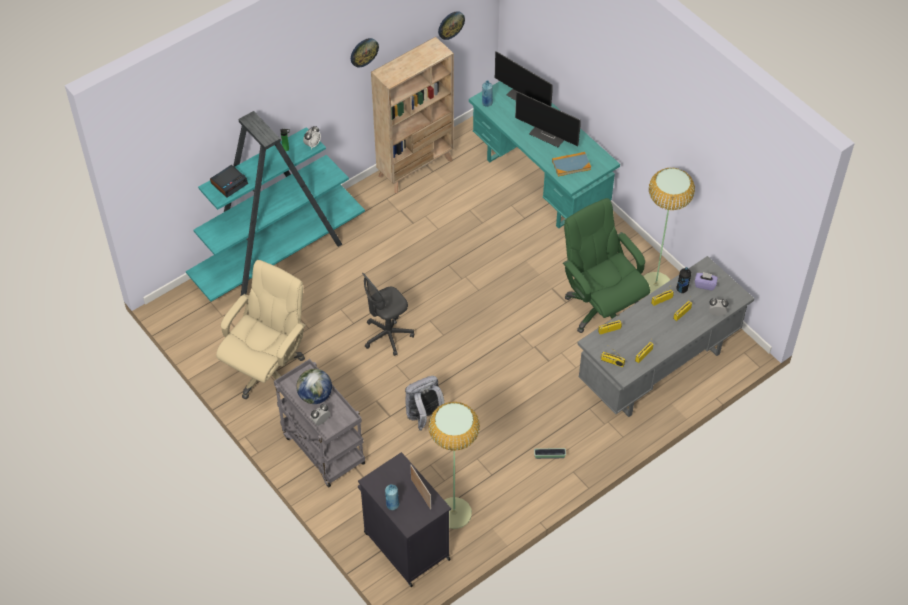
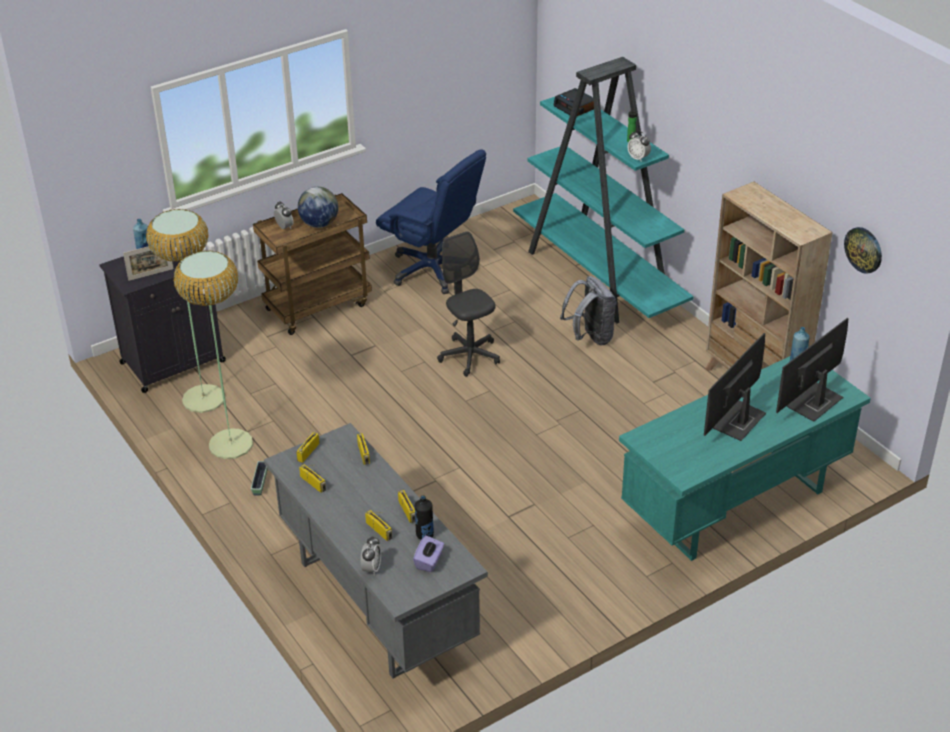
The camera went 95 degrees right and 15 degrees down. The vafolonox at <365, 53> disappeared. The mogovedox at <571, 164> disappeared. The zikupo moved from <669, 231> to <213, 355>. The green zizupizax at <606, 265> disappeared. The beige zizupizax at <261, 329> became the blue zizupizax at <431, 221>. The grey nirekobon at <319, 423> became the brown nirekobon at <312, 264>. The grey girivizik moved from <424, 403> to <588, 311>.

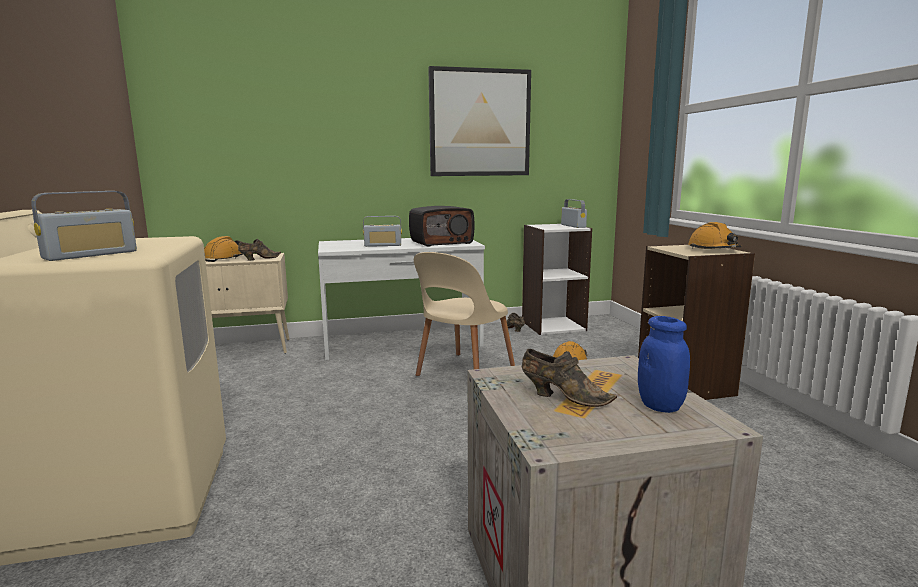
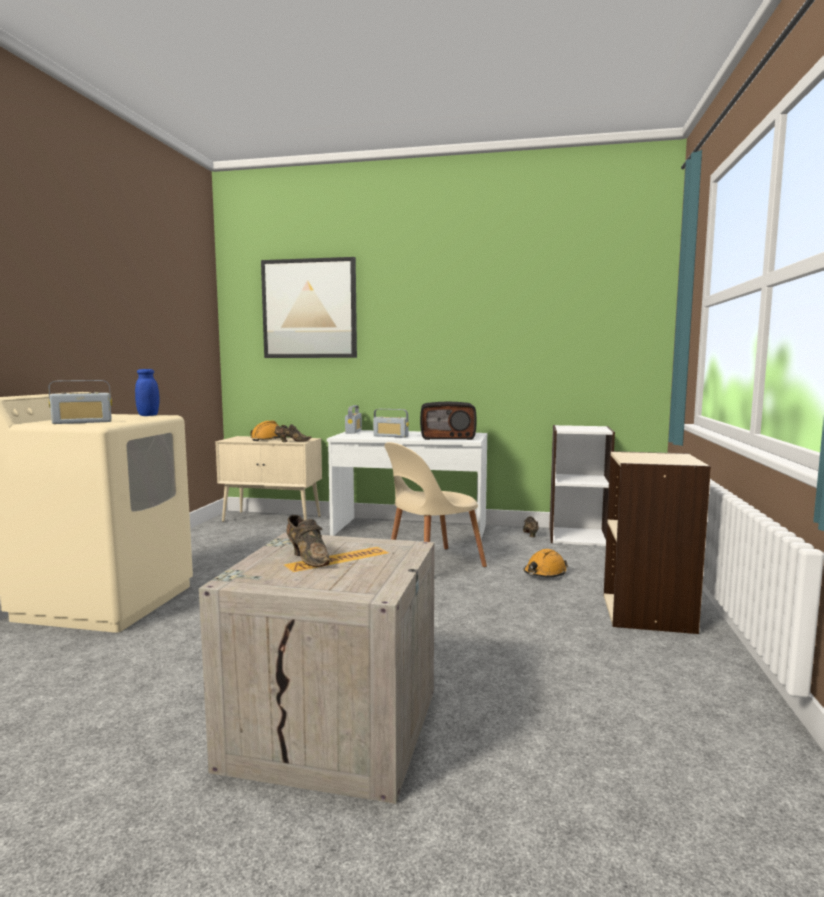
The camera went 25 degrees right and 5 degrees down. The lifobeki moved from <479, 121> to <309, 307>. The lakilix moved from <574, 213> to <353, 419>. The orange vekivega at <714, 235> disappeared. The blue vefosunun moved from <664, 364> to <147, 392>.

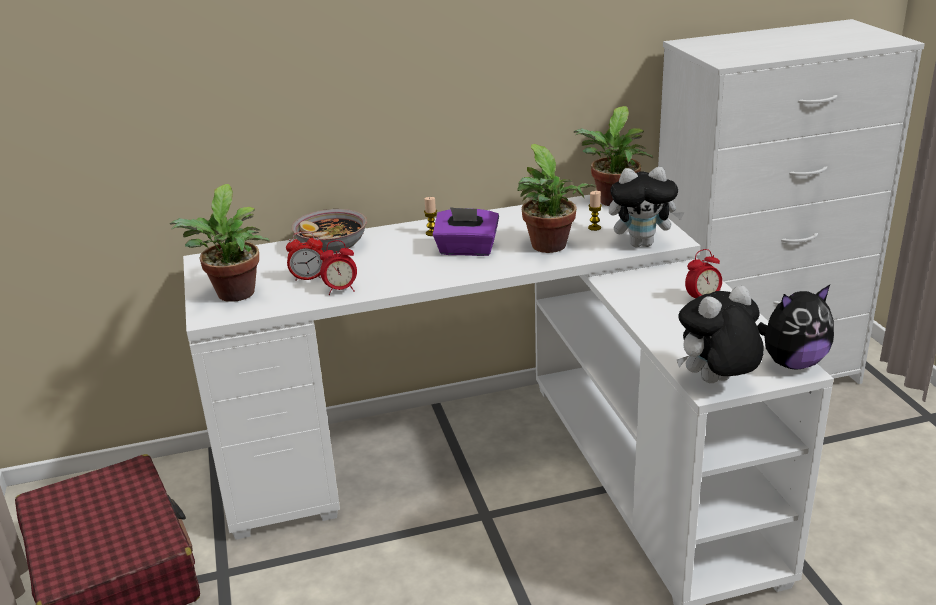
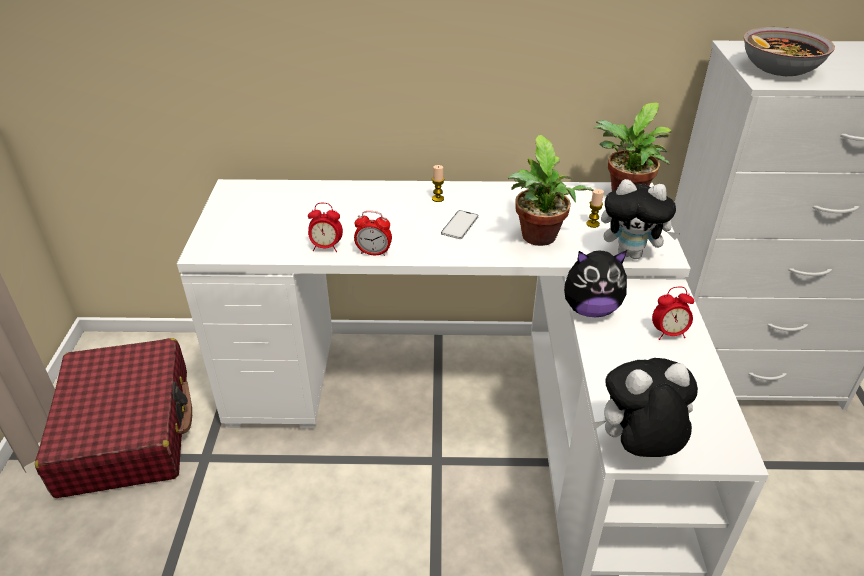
The camera went 15 degrees right and 10 degrees up. The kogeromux at <220, 243> disappeared. The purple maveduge at <465, 231> was replaced by the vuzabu at <460, 224>. The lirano moved from <329, 231> to <789, 51>. The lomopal moved from <305, 256> to <373, 233>. The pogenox moved from <795, 327> to <595, 283>.

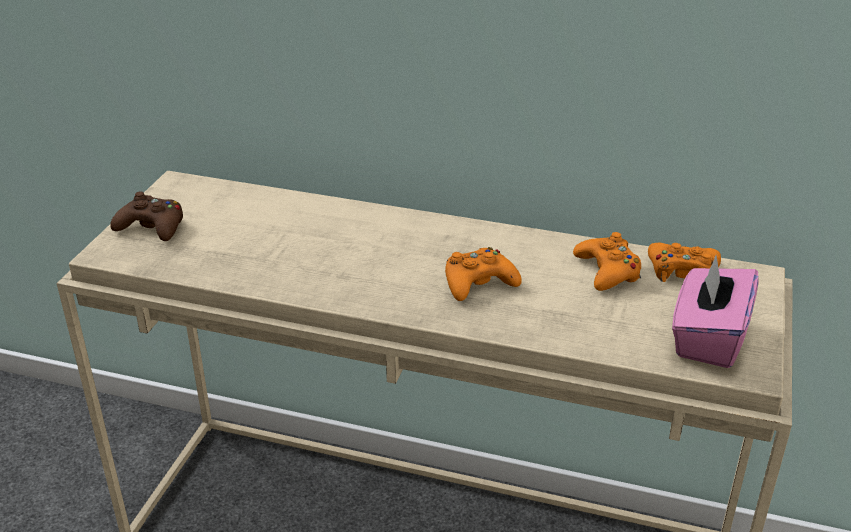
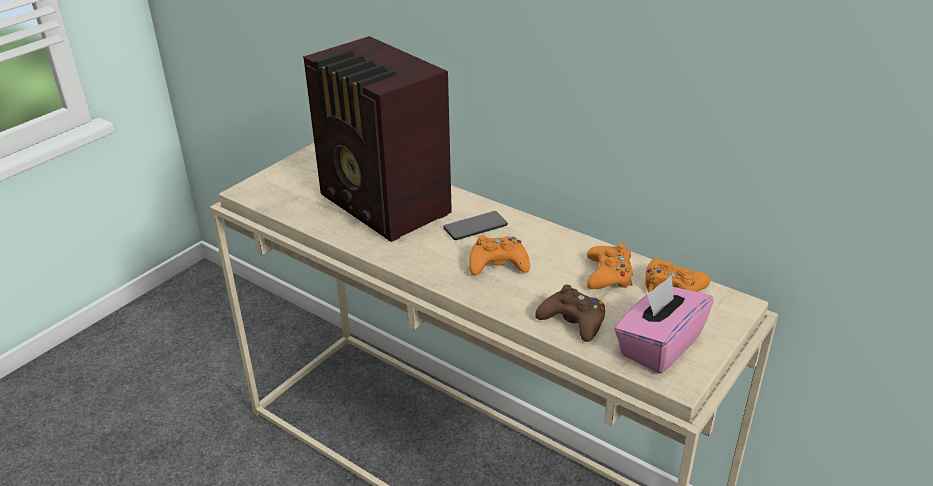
The camera went 20 degrees right and 0 degrees up. The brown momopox moved from <146, 216> to <570, 313>. The lakilix at <377, 139> appeared. The vuzabu at <475, 225> appeared.

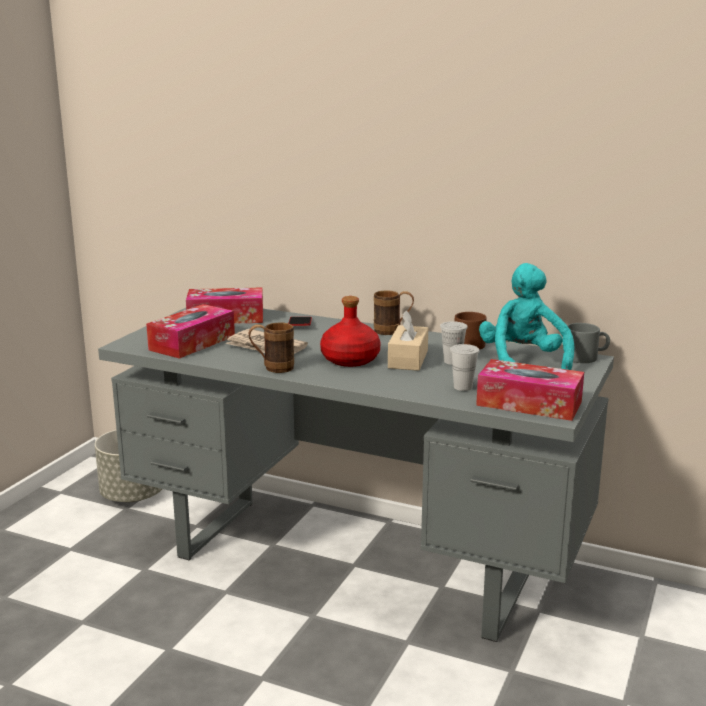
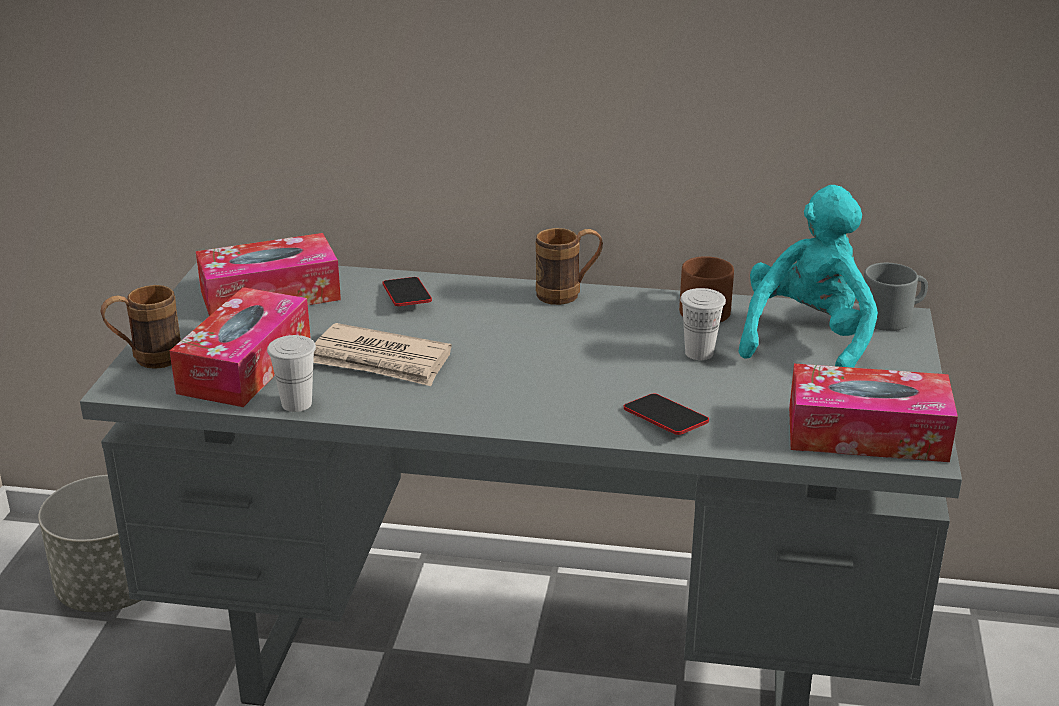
The camera went 15 degrees left and 10 degrees up. The turquoise pogenox at <527, 316> turned 45 degrees clockwise. The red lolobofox at <350, 331> disappeared. The beige maveduge at <408, 340> disappeared. The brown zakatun moved from <271, 348> to <141, 327>. The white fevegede moved from <465, 367> to <291, 373>. The vuzabu at <666, 414> appeared.

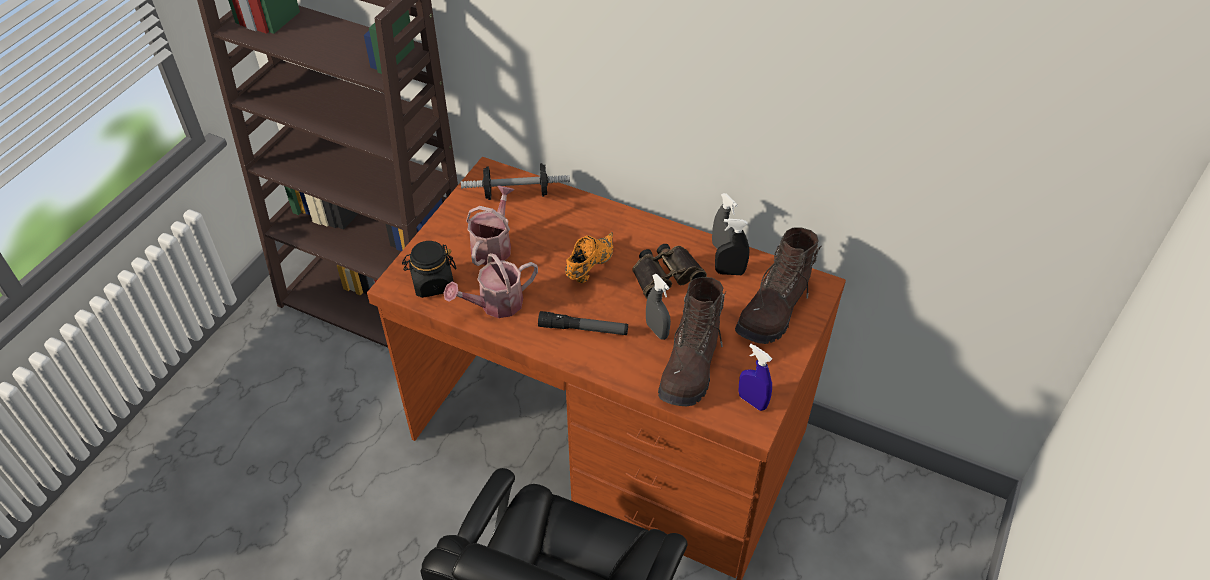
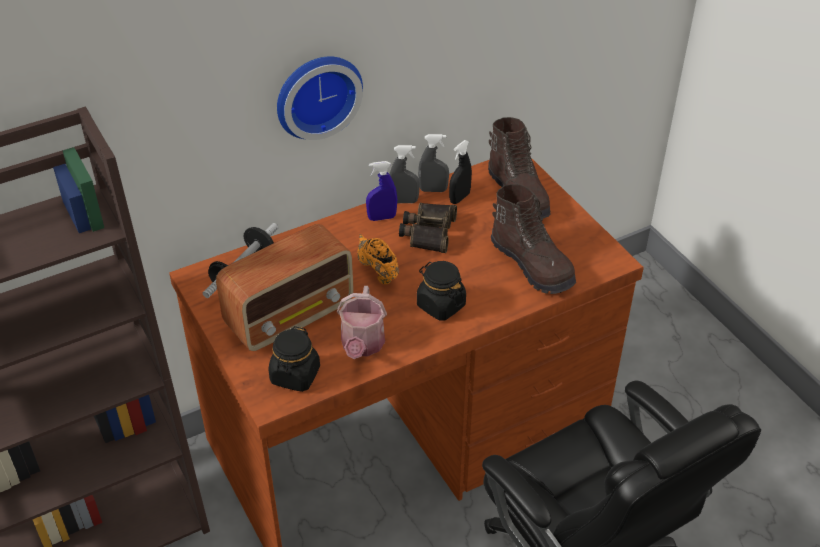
The camera went 55 degrees left and 5 degrees down. The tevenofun at <490, 225> was replaced by the lakilix at <285, 287>. The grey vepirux moved from <658, 307> to <404, 174>. The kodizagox at <583, 323> was replaced by the black vefosunun at <441, 291>. The blue vepirux moved from <755, 377> to <381, 191>. The vafolonox at <320, 98> appeared.

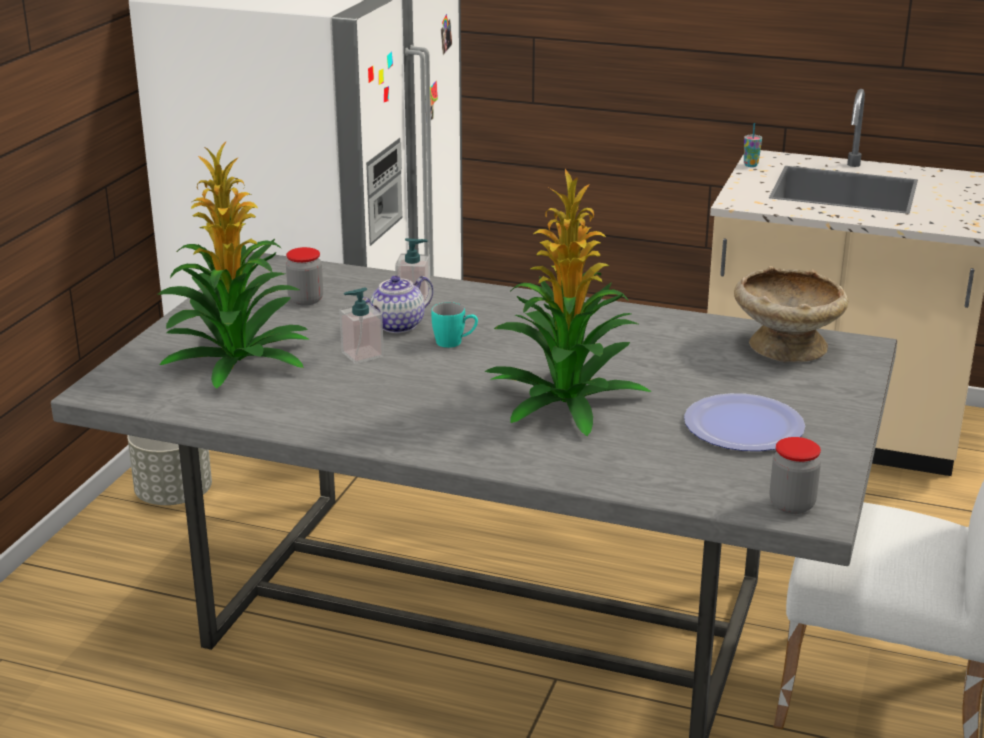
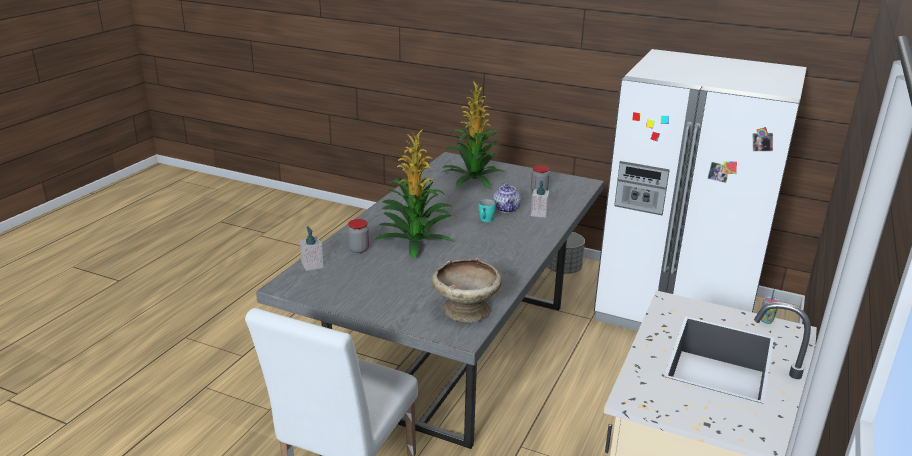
The camera went 95 degrees right and 0 degrees up. The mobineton at <397, 304> turned 150 degrees counterclockwise. The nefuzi moved from <361, 325> to <312, 249>. The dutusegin at <744, 422> disappeared. The vefosunun moved from <795, 475> to <358, 236>.

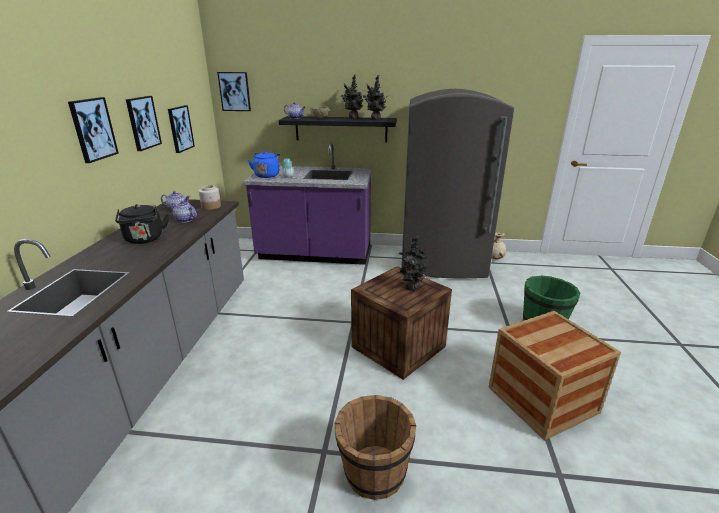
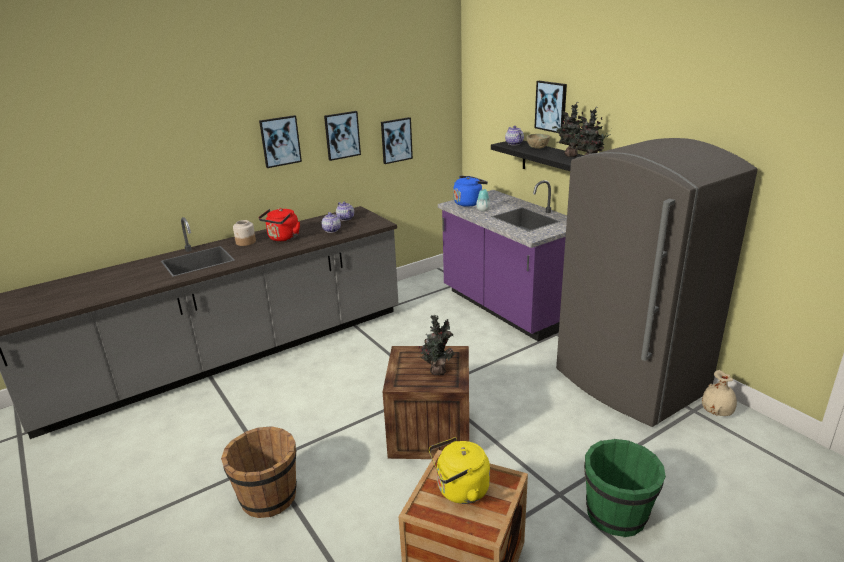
The camera went 50 degrees right and 0 degrees up. The lifobeki moved from <234, 91> to <550, 107>. The vefosunun moved from <210, 197> to <244, 233>. The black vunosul at <142, 224> became the red vunosul at <279, 224>. The yellow vunosul at <459, 470> appeared.

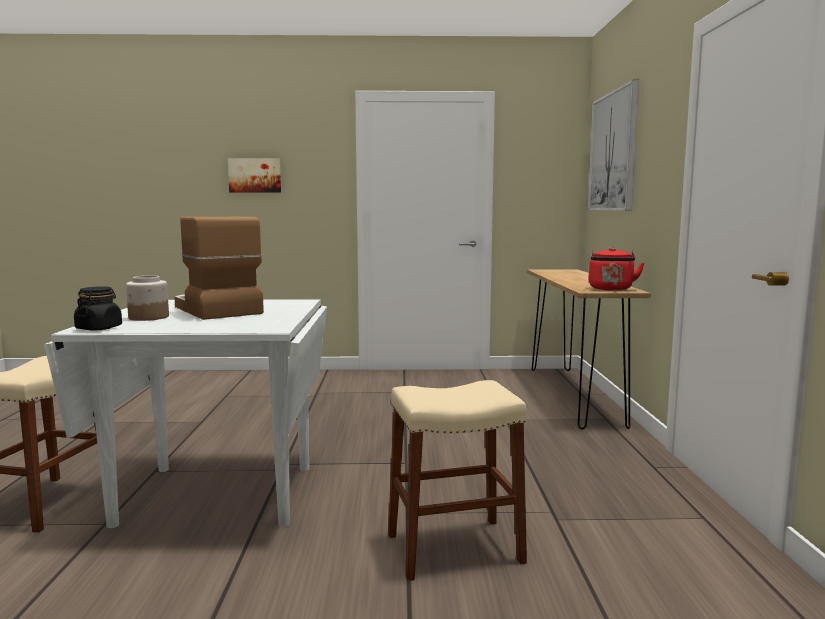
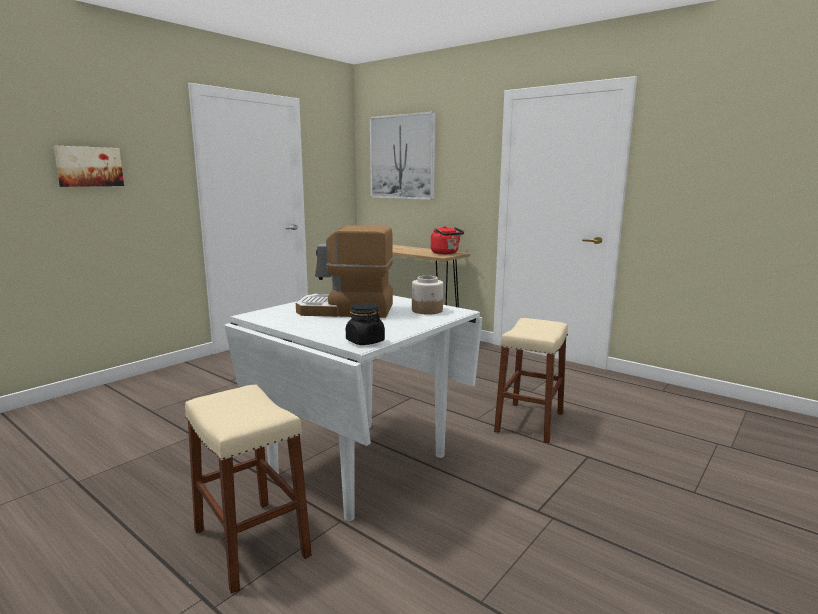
The camera went 50 degrees left and 5 degrees up. The vefosunun moved from <147, 298> to <427, 295>.

